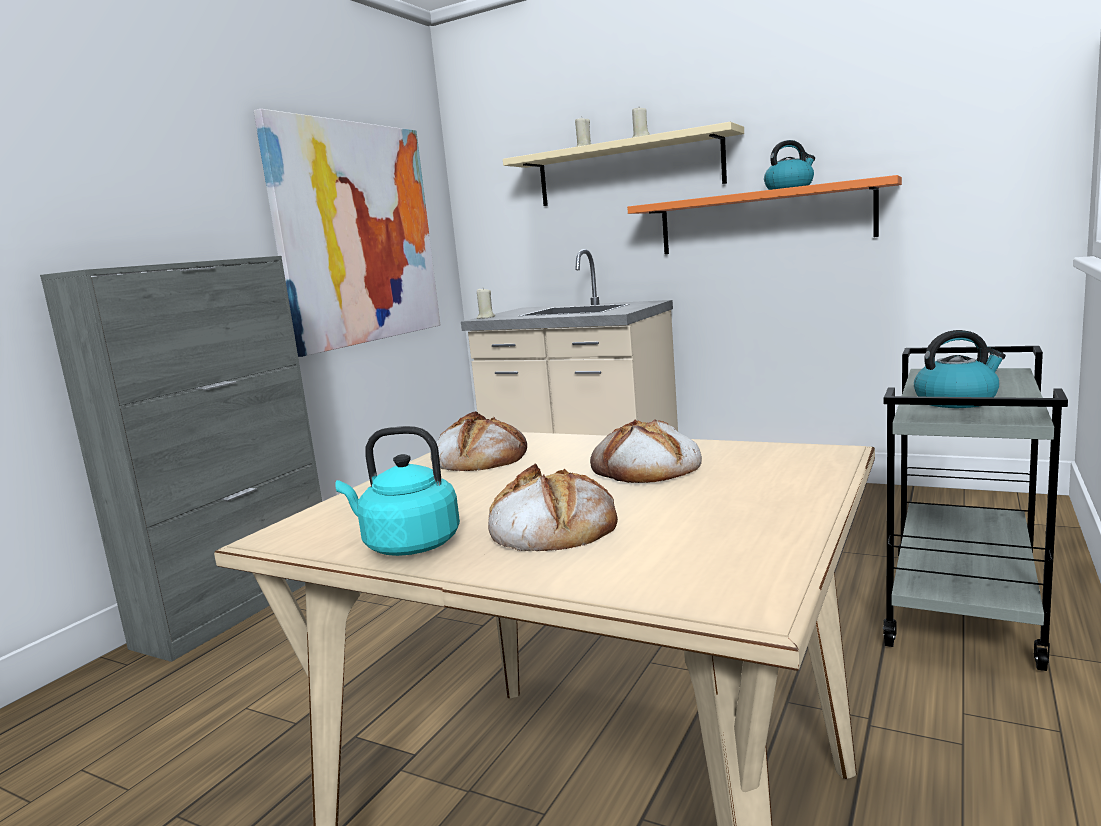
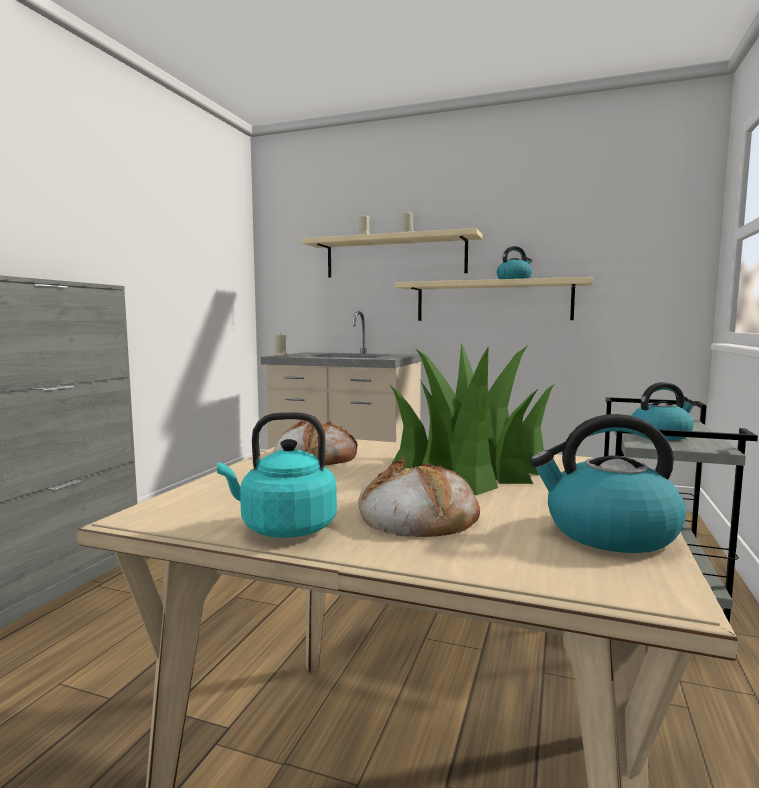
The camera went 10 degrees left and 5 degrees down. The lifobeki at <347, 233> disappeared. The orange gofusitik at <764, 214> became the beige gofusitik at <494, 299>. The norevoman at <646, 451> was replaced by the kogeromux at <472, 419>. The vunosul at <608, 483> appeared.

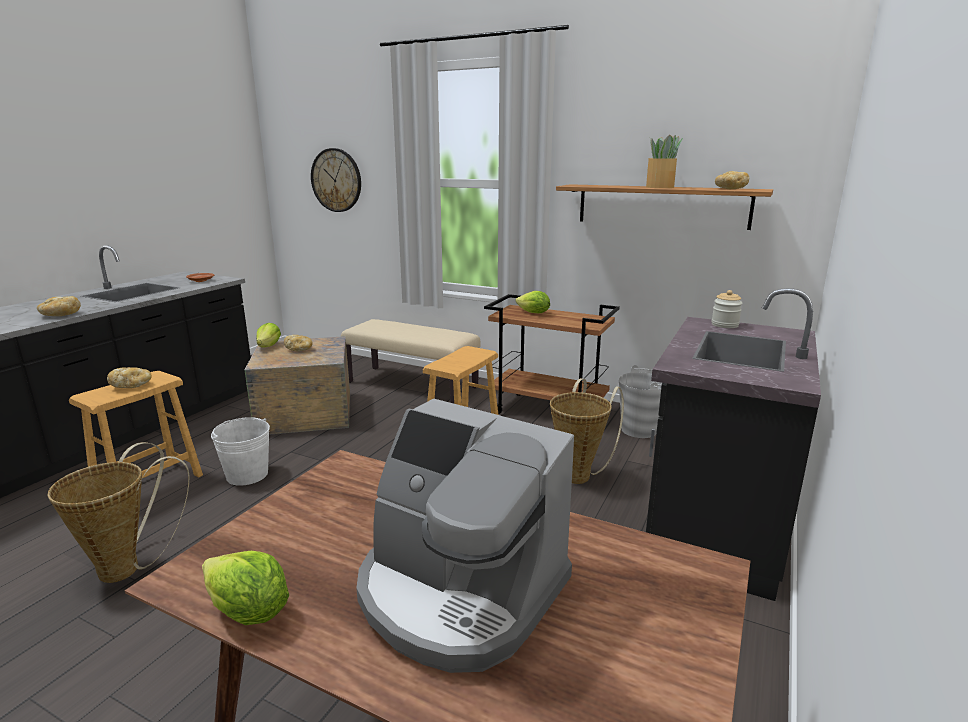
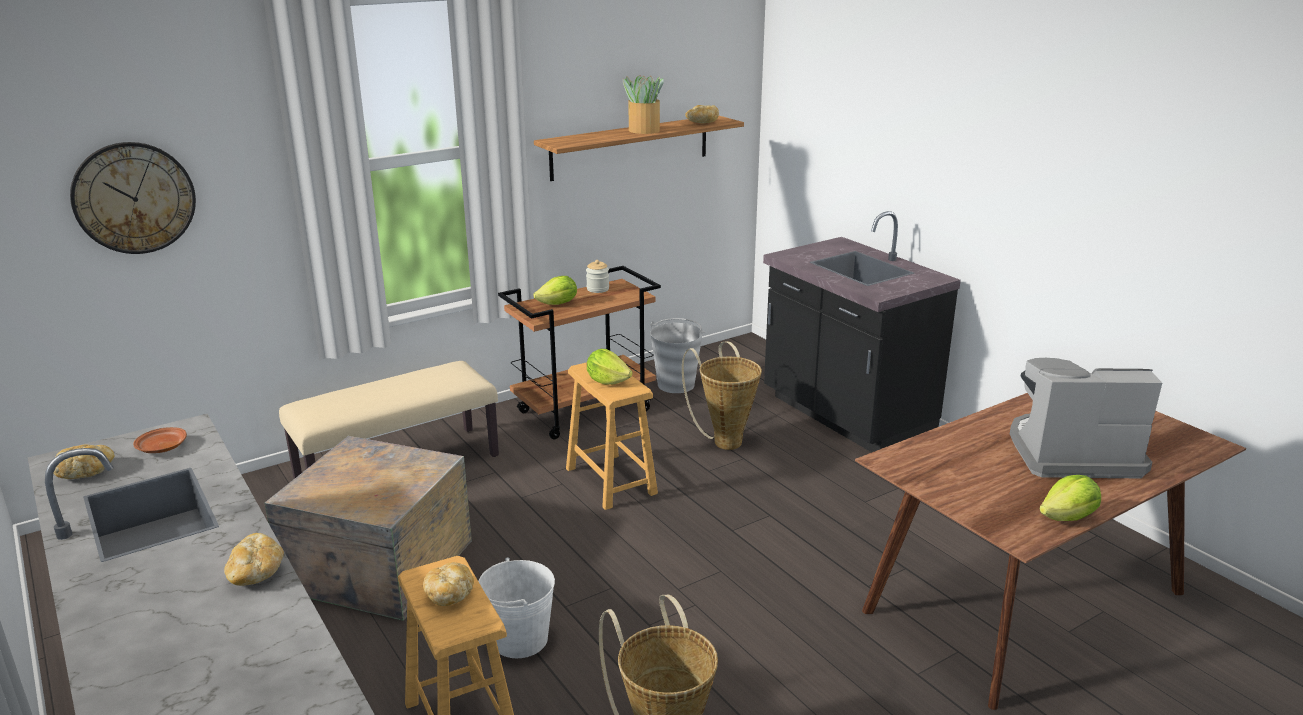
The camera went 60 degrees left and 5 degrees up. The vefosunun moved from <727, 309> to <597, 276>. The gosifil moved from <269, 335> to <610, 367>. The norevoman moved from <298, 343> to <83, 462>. The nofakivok at <465, 535> turned 150 degrees counterclockwise.

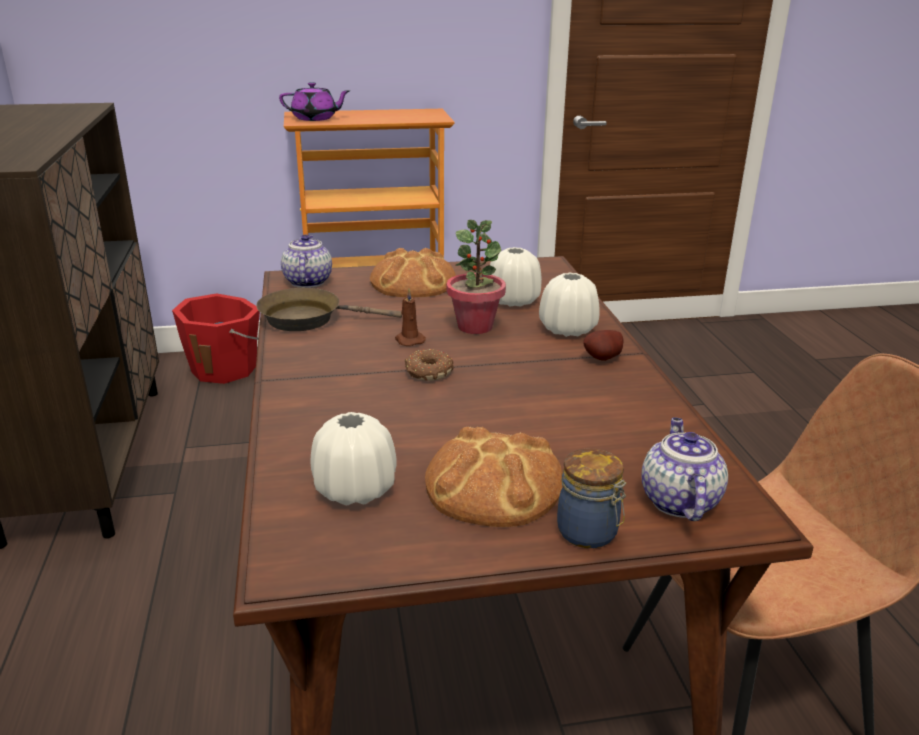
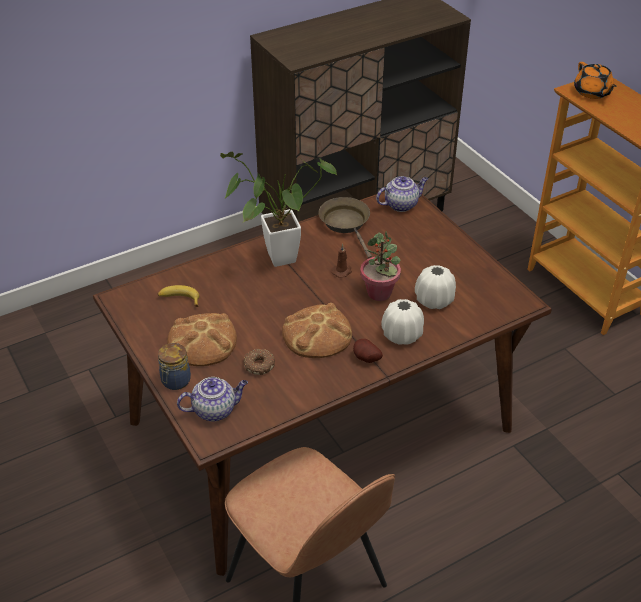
The camera went 70 degrees right and 15 degrees up. The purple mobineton at <314, 101> became the orange mobineton at <595, 80>. The norevoman moved from <413, 272> to <317, 330>. The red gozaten at <216, 338> disappeared. The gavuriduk moved from <429, 365> to <259, 362>. The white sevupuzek at <353, 458> was replaced by the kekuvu at <178, 296>. The kogeromux at <278, 209> appeared.

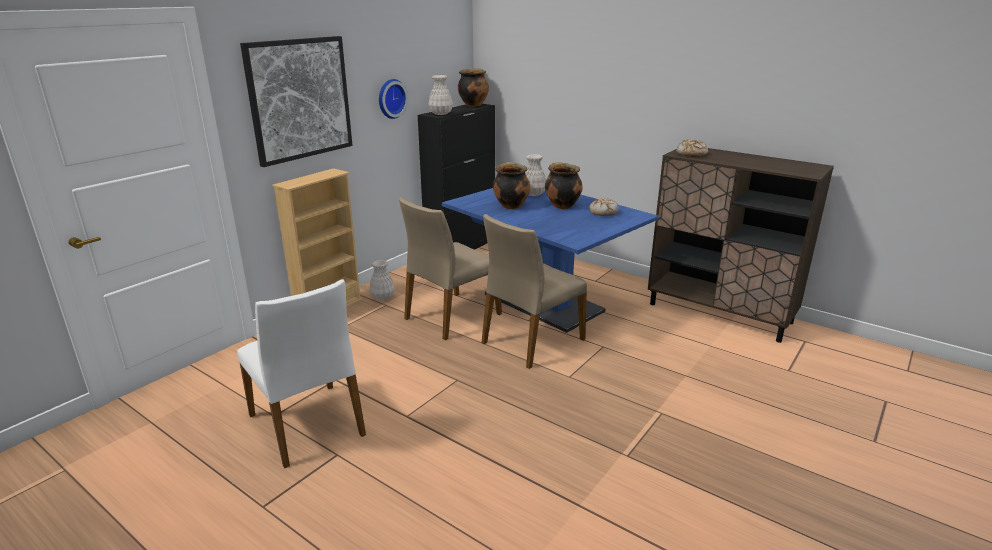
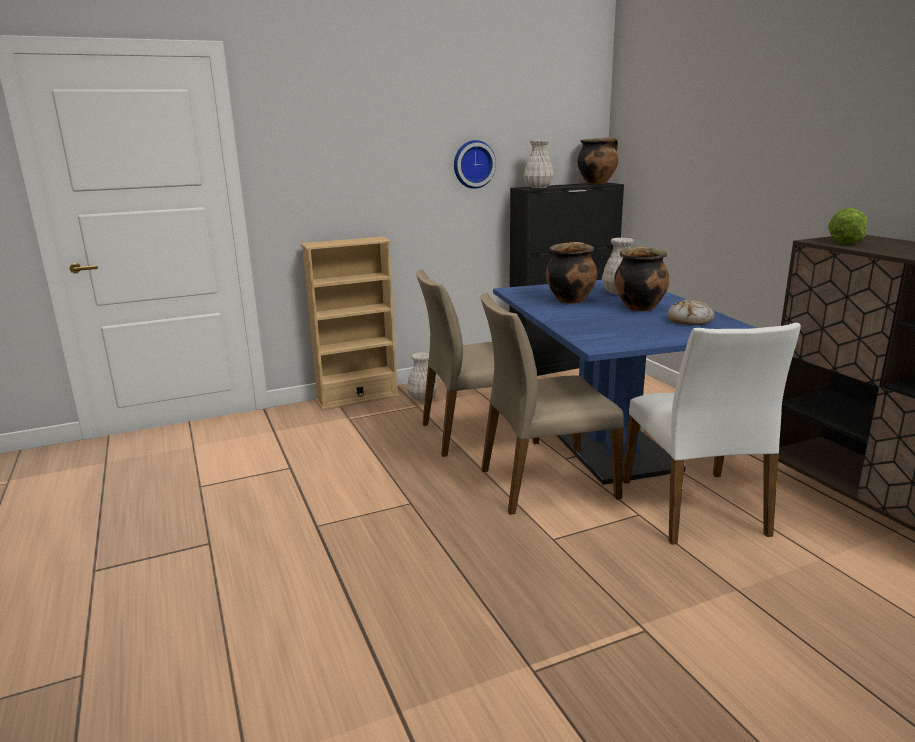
The camera went 30 degrees right and 5 degrees down. The lifobeki at <296, 101> disappeared. The norevoman at <692, 148> was replaced by the gosifil at <847, 226>. The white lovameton moved from <301, 373> to <712, 434>.

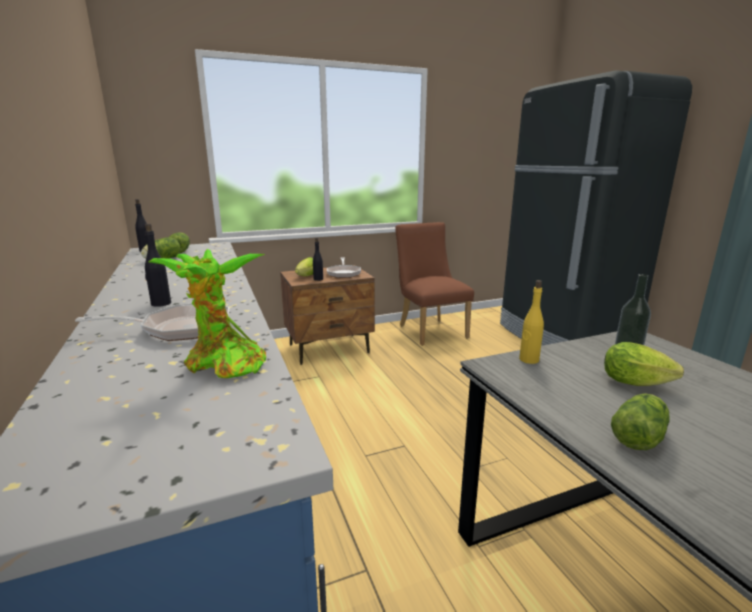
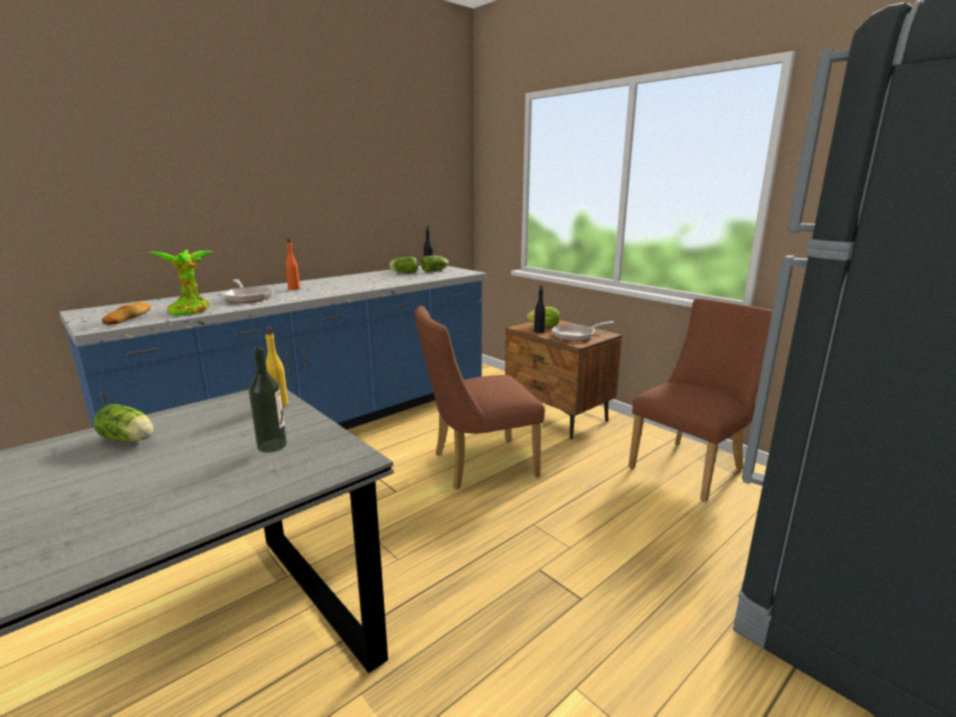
The camera went 70 degrees right and 0 degrees up. The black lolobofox at <158, 265> became the orange lolobofox at <293, 264>. The gosifil at <644, 364> disappeared. The norevoman at <126, 313> appeared. The brown lovameton at <480, 398> appeared.

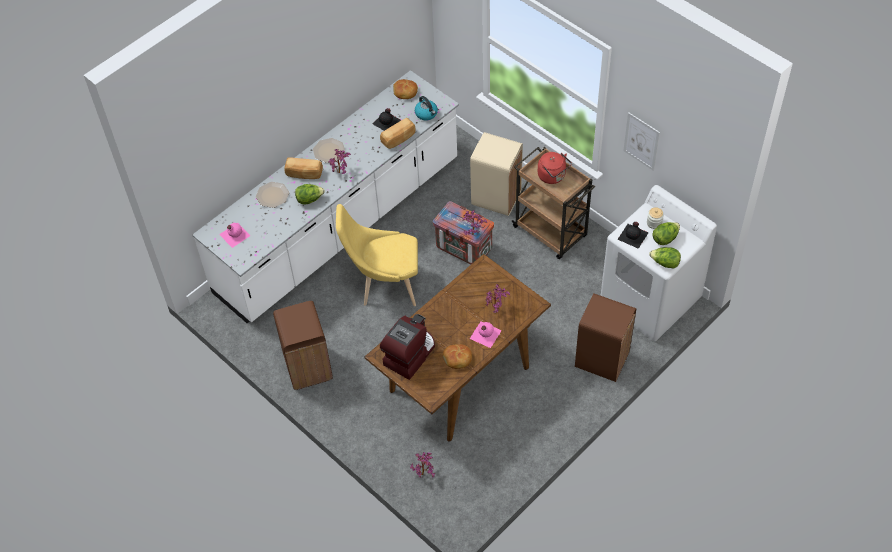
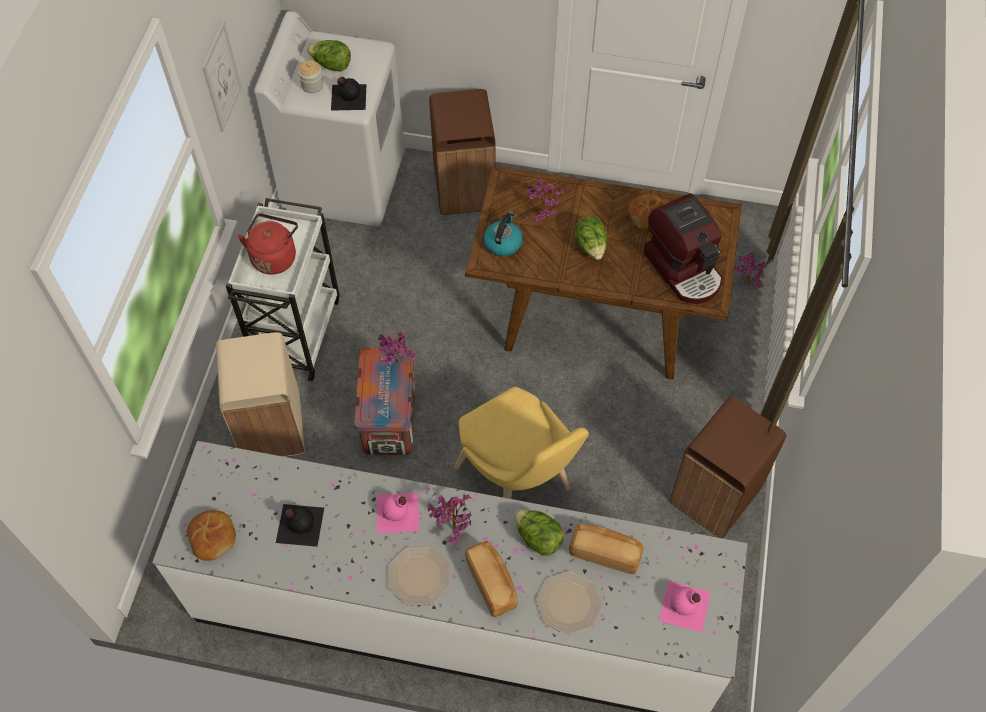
The camera went 125 degrees left and 5 degrees up. The vunosul moved from <426, 108> to <503, 233>. The norevoman moved from <397, 133> to <606, 549>. The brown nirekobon at <553, 203> became the white nirekobon at <282, 289>. The gosifil moved from <665, 258> to <590, 238>. The nofakivok at <407, 347> turned 120 degrees counterclockwise. The pink lolobofox moved from <486, 334> to <398, 513>.

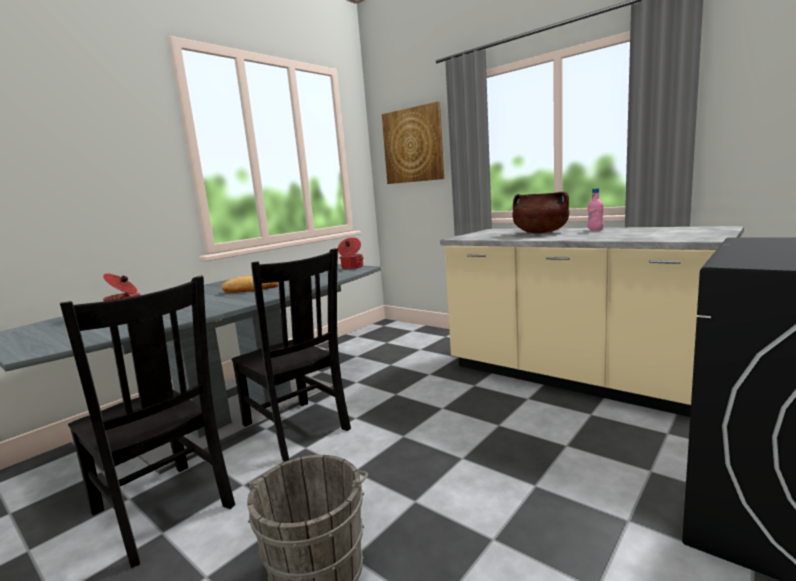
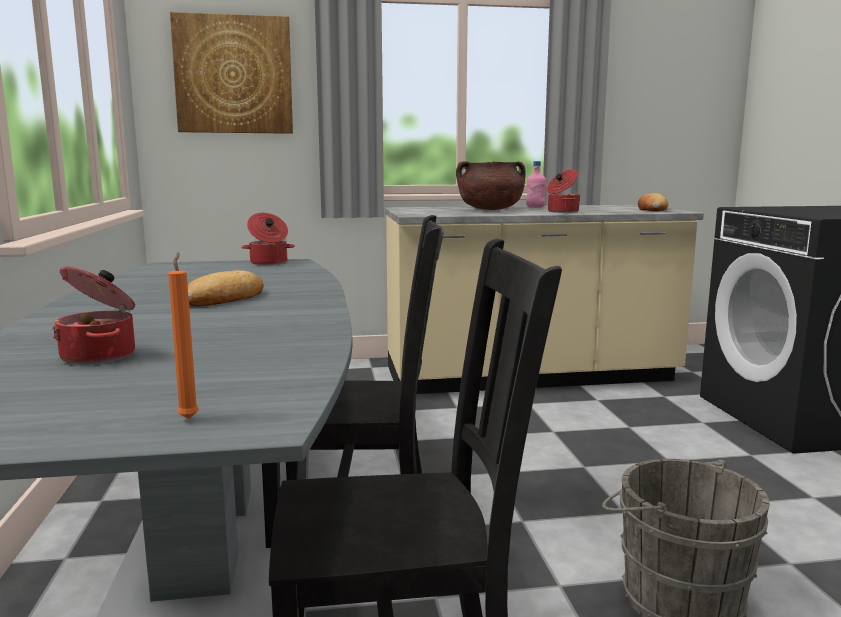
The camera went 50 degrees left and 0 degrees up. The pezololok at <563, 191> appeared. The norevoman at <653, 202> appeared. The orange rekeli at <183, 335> appeared.

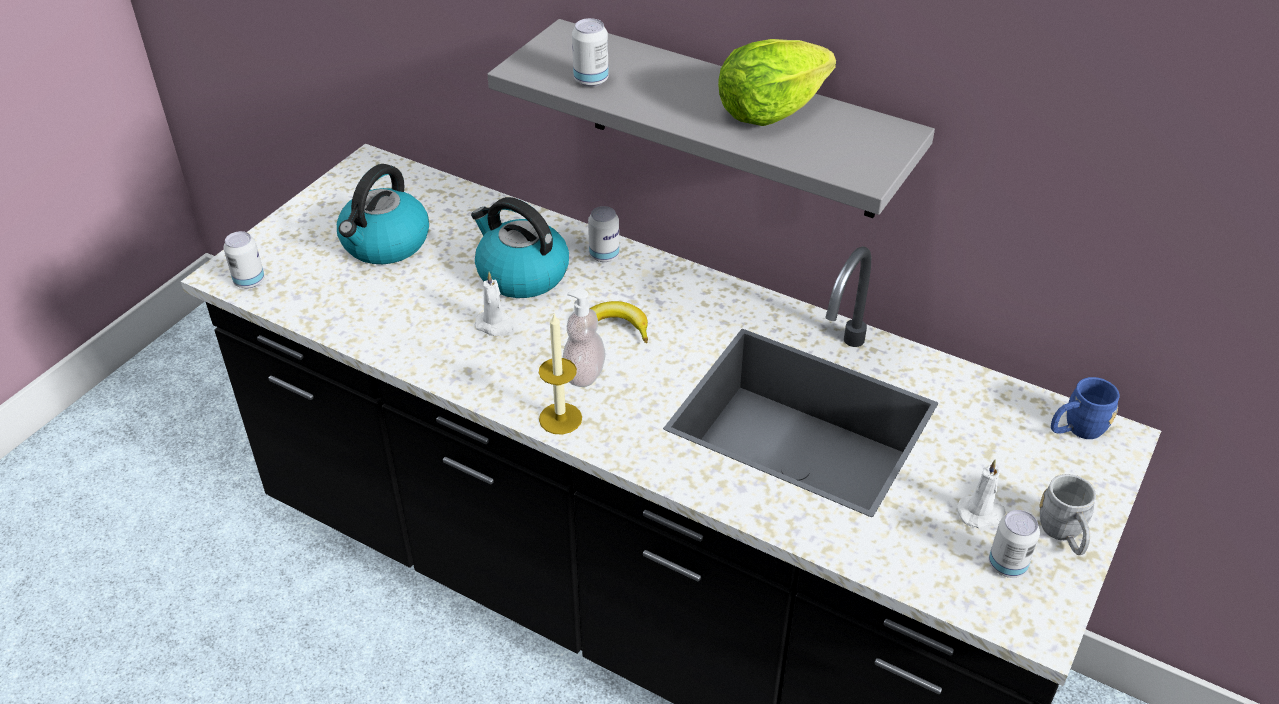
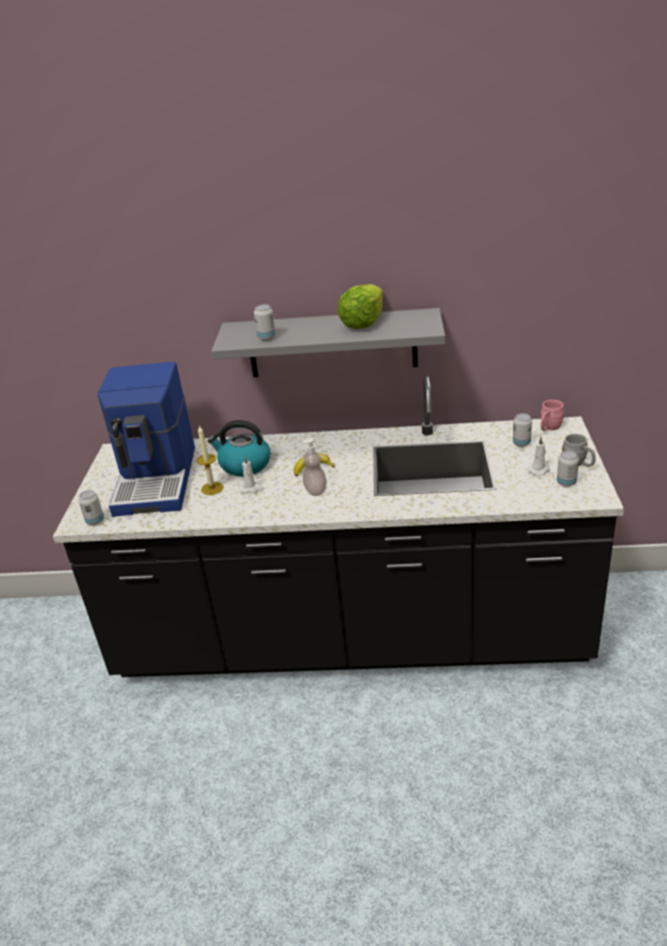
The camera went 25 degrees left and 10 degrees down. The vunosul at <383, 214> was replaced by the nofakivok at <146, 439>. The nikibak moved from <603, 234> to <522, 430>. The rekeli moved from <560, 374> to <210, 460>. The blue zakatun at <1085, 408> became the pink zakatun at <552, 415>.

